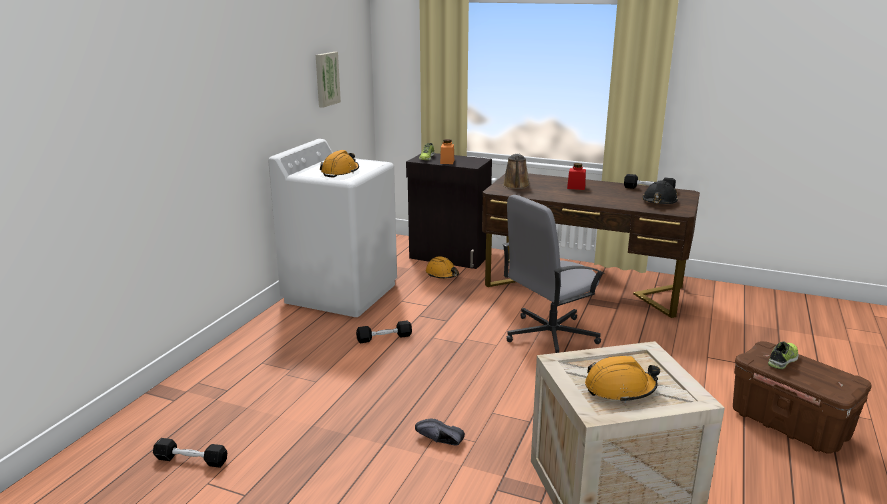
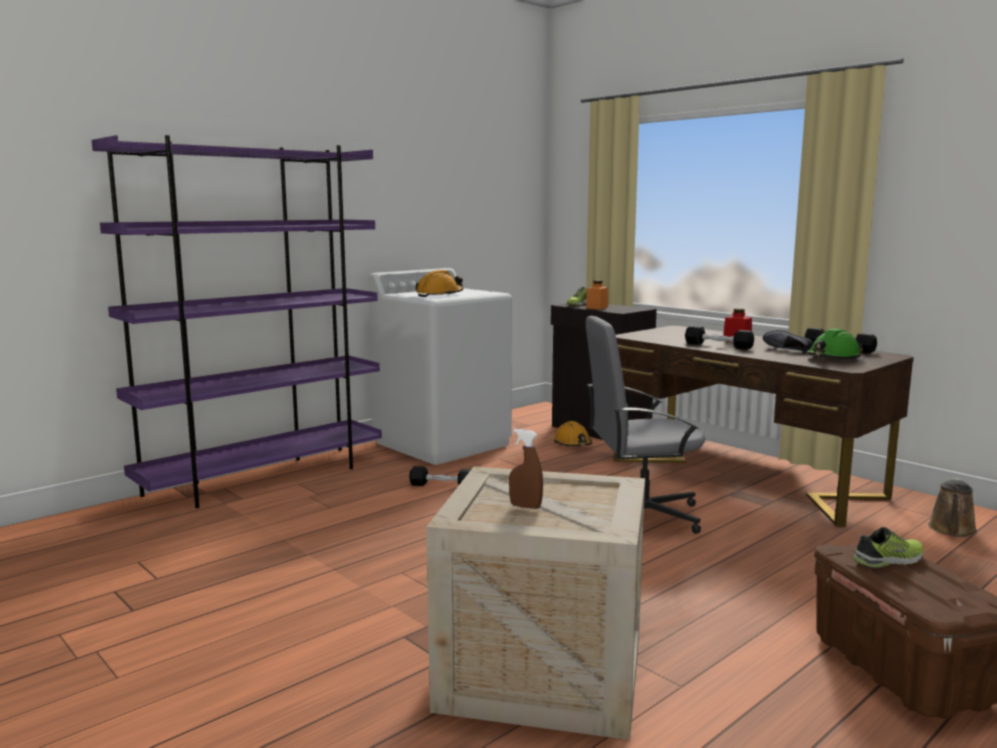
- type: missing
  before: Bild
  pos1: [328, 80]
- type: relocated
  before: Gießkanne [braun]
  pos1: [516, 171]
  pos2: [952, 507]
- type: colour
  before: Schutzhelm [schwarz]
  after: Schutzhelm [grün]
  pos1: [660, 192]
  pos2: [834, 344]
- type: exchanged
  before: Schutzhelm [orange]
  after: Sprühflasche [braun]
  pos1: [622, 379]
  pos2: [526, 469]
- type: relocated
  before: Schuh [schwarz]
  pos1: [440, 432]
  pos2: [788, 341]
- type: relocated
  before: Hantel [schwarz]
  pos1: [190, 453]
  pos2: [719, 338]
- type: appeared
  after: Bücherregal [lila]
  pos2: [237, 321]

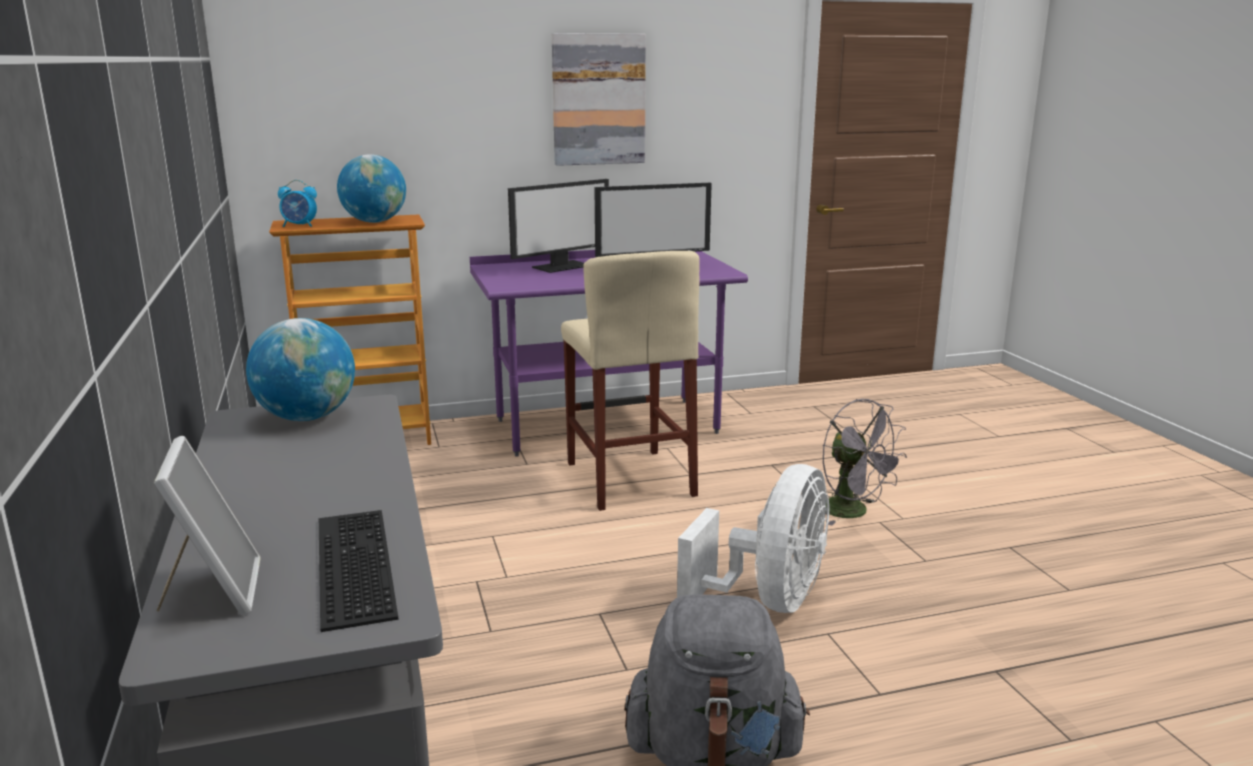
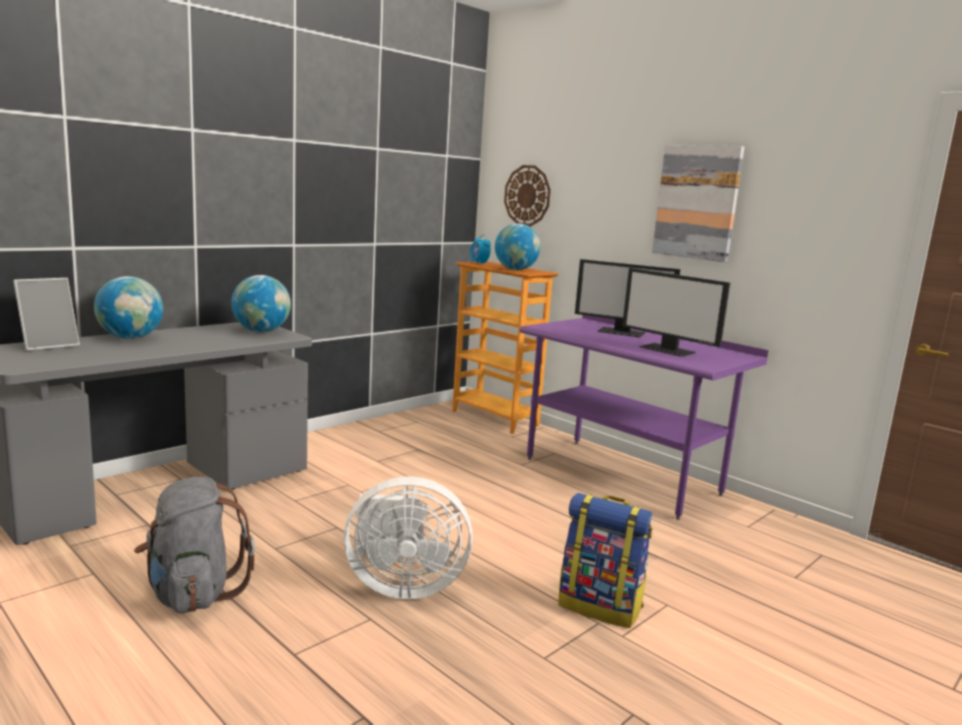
- type: missing
  before: Hocker [beige]
  pos1: [630, 381]
- type: exchanged
  before: Ventilator [grau]
  after: Rucksack
  pos1: [865, 462]
  pos2: [605, 560]
- type: missing
  before: Tastatur
  pos1: [359, 571]
- type: appeared
  after: Wanduhr
  pos2: [527, 196]
- type: appeared
  after: Globus
  pos2: [128, 307]

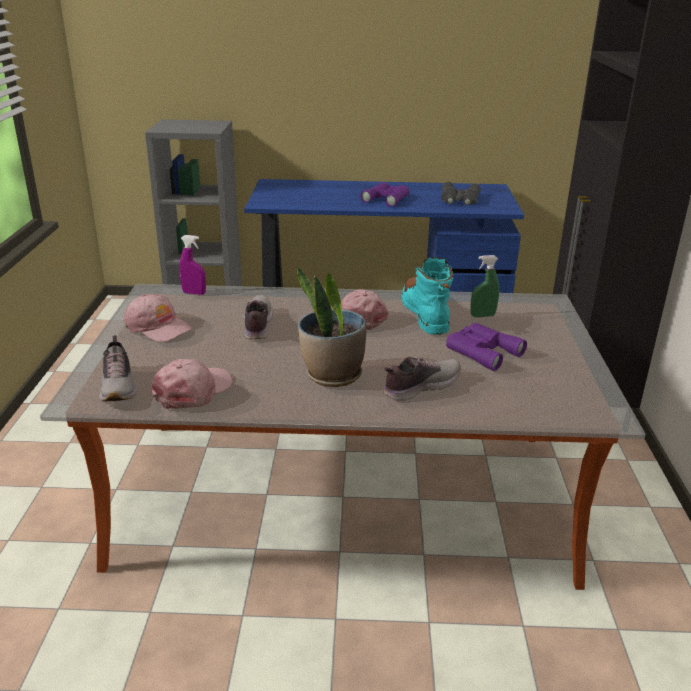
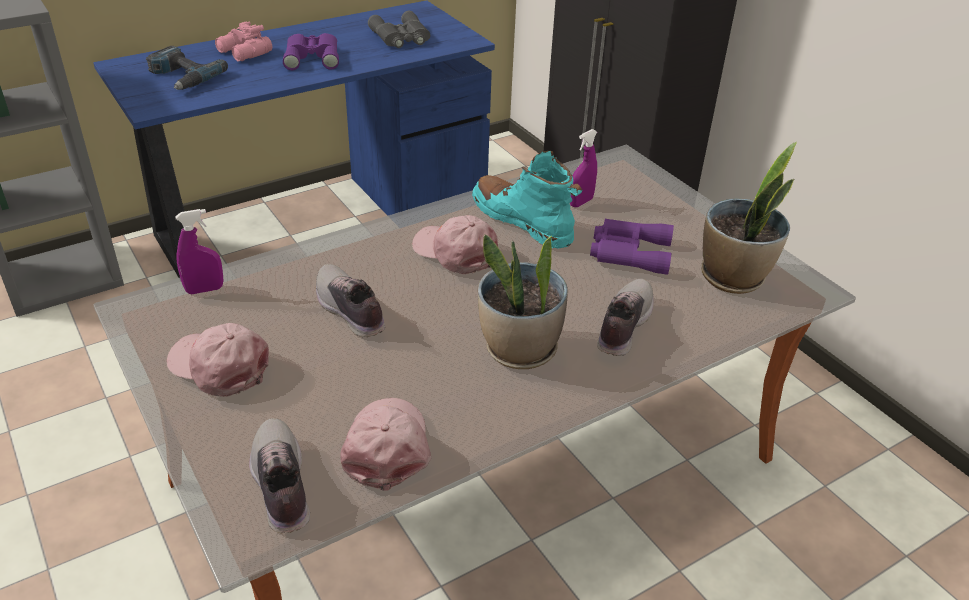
- type: colour
  before: Sprühflasche [grün]
  after: Sprühflasche [lila]
  pos1: [484, 286]
  pos2: [583, 168]
- type: spun
  before: Kappe [rosa]
  pos1: [158, 318]
  pos2: [218, 360]
  turn: -150
- type: spun
  before: Schuh
  pos1: [118, 368]
  pos2: [279, 475]
  turn: -150
- type: appeared
  after: Fernglas [rosa]
  pos2: [243, 41]
- type: appeared
  after: Bohrmaschine
  pos2: [187, 68]
- type: appeared
  after: Topfpflanze
  pos2: [749, 218]

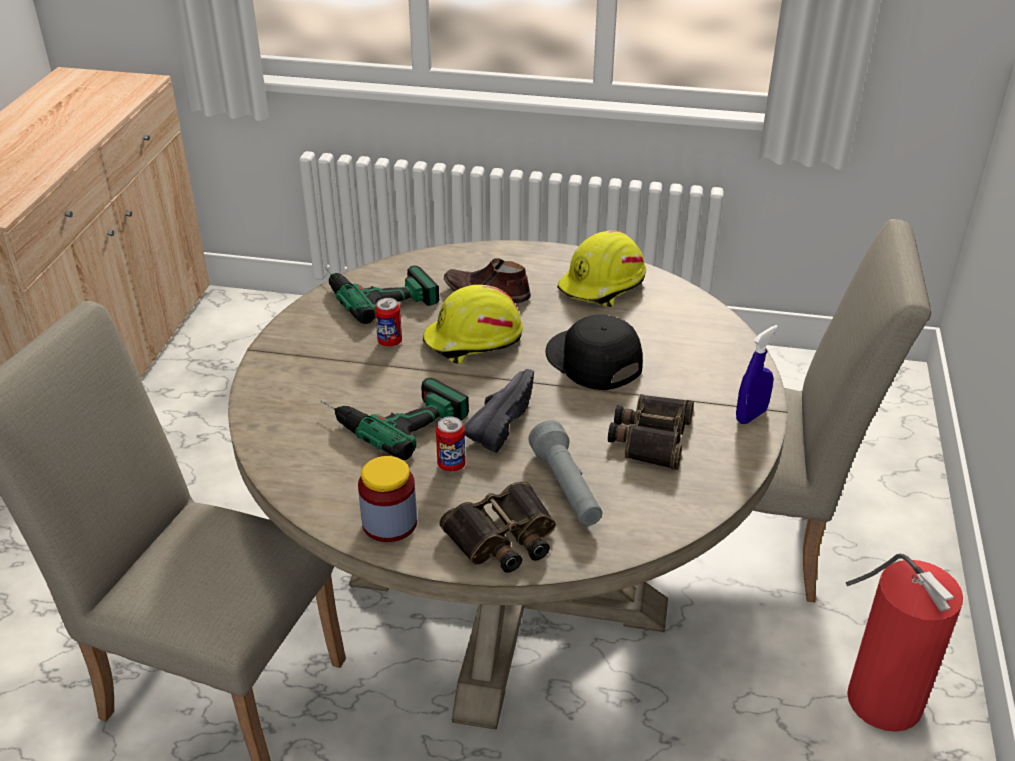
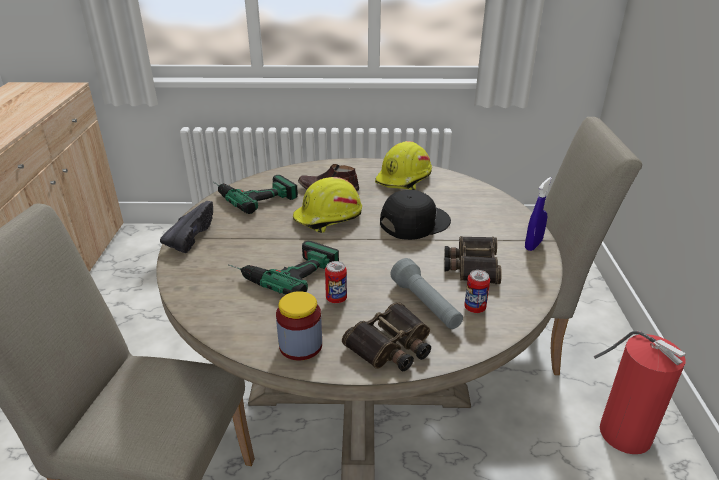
- type: relocated
  before: Dose
  pos1: [388, 322]
  pos2: [477, 291]
- type: spun
  before: Kappe [schwarz]
  pos1: [594, 352]
  pos2: [415, 215]
  turn: 105
- type: relocated
  before: Schuh [schwarz]
  pos1: [499, 411]
  pos2: [186, 227]

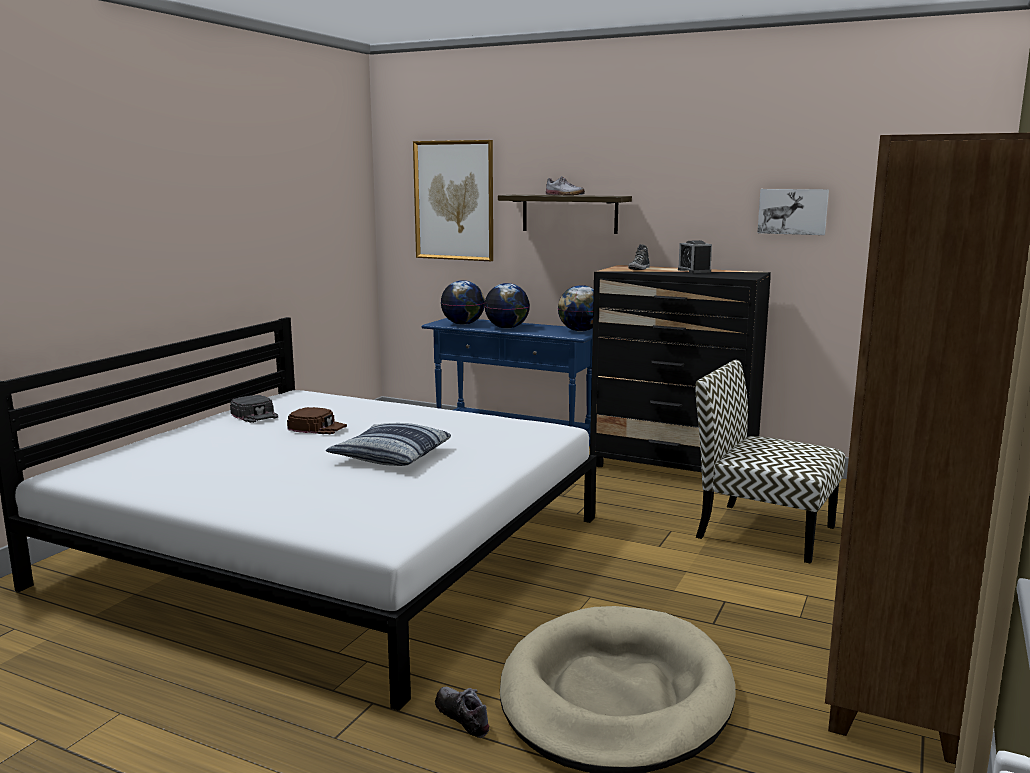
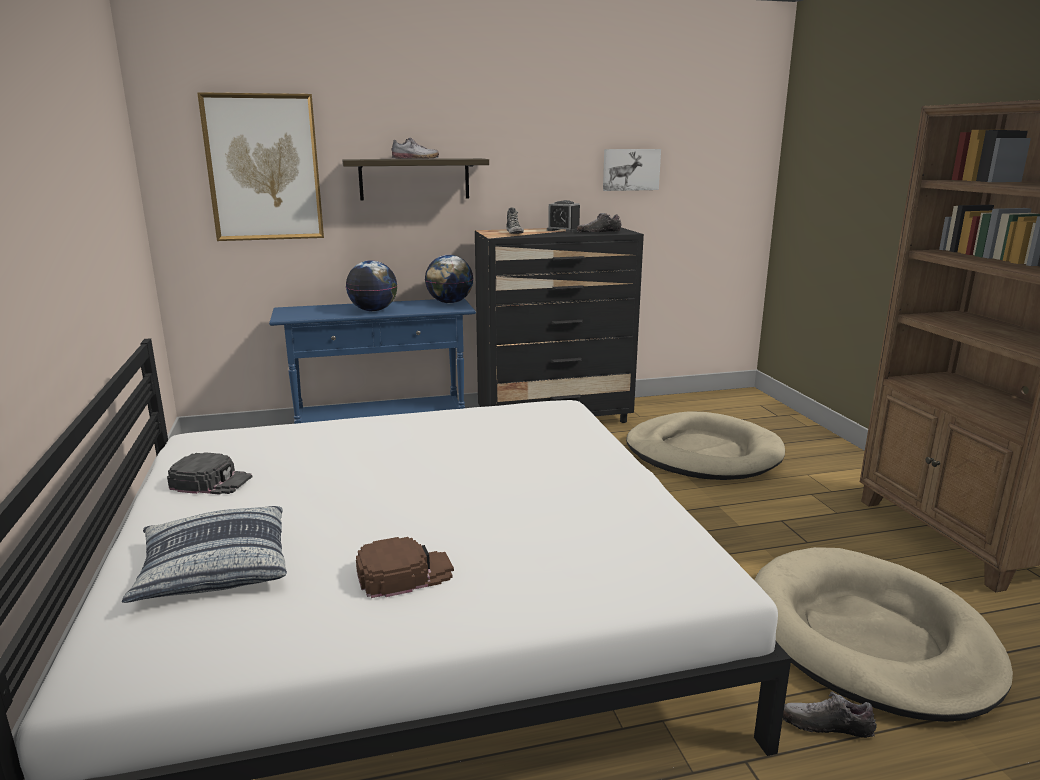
- type: missing
  before: Globus
  pos1: [463, 302]
- type: exchanged
  before: Stuhl
  after: Hundebett [beige]
  pos1: [770, 462]
  pos2: [705, 445]
- type: relocated
  before: Kappe [braun]
  pos1: [317, 420]
  pos2: [405, 567]
- type: relocated
  before: Kissen
  pos1: [388, 444]
  pos2: [204, 554]
- type: appeared
  after: Schuh
  pos2: [599, 222]

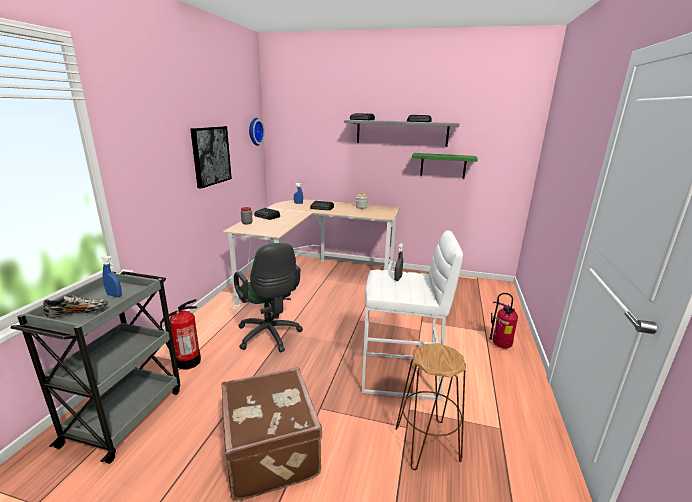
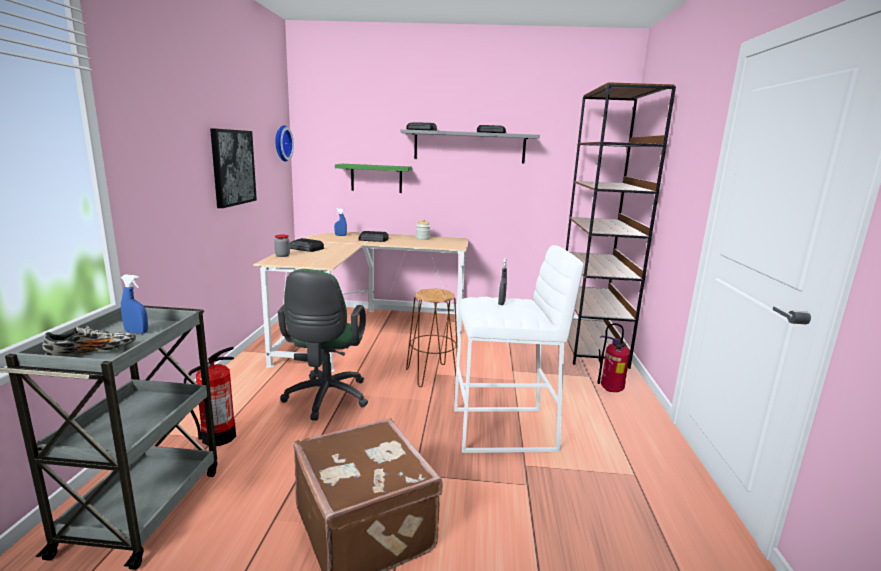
- type: relocated
  before: Wandregal [grün]
  pos1: [445, 165]
  pos2: [373, 178]
- type: spun
  before: Bürostuhl [grün]
  pos1: [268, 297]
  pos2: [323, 345]
  turn: 45
- type: relocated
  before: Hocker [braun]
  pos1: [430, 406]
  pos2: [431, 337]
- type: appeared
  after: Bücherregal [braun]
  pos2: [621, 225]

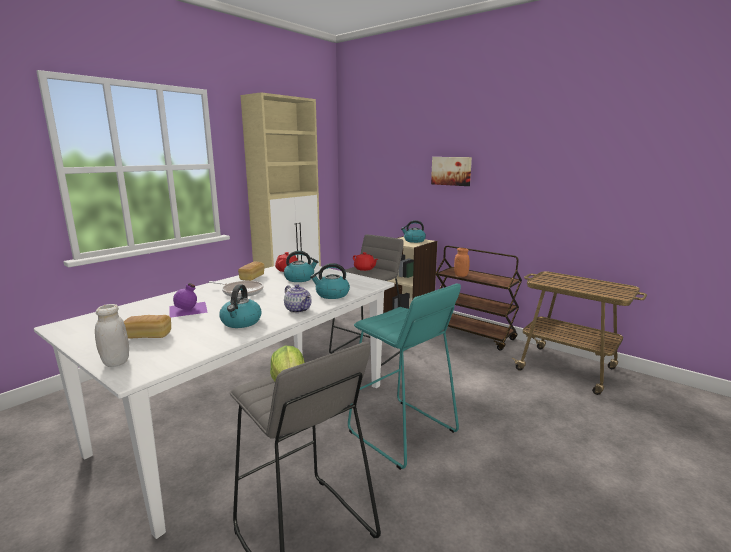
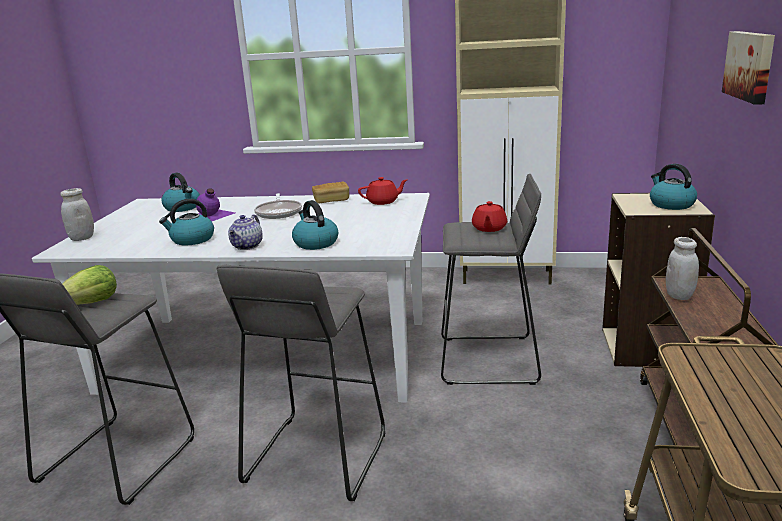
- type: colour
  before: Vorratsglas [orange]
  after: Vorratsglas [weiß]
  pos1: [462, 262]
  pos2: [682, 268]
- type: relocated
  before: Wasserkessel
  pos1: [301, 266]
  pos2: [180, 192]
- type: colour
  before: Hocker [türkis]
  after: Hocker [grau]
  pos1: [404, 377]
  pos2: [301, 382]
- type: missing
  before: Brot
  pos1: [147, 327]

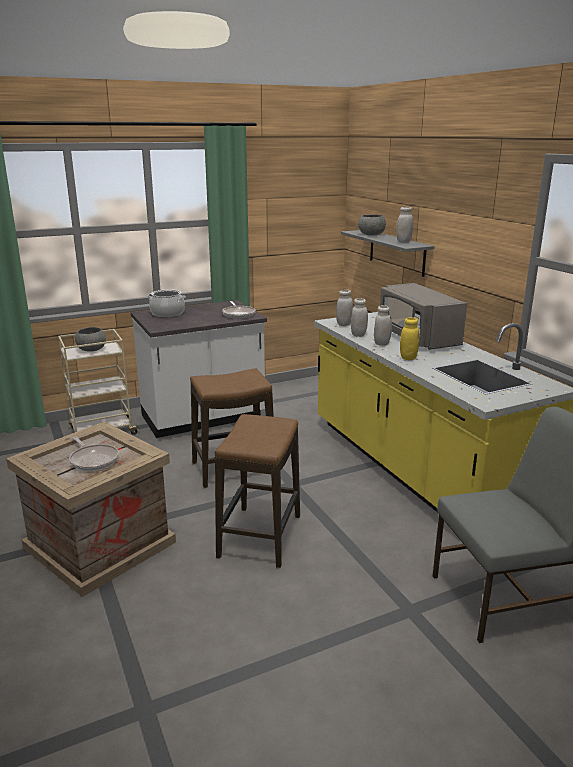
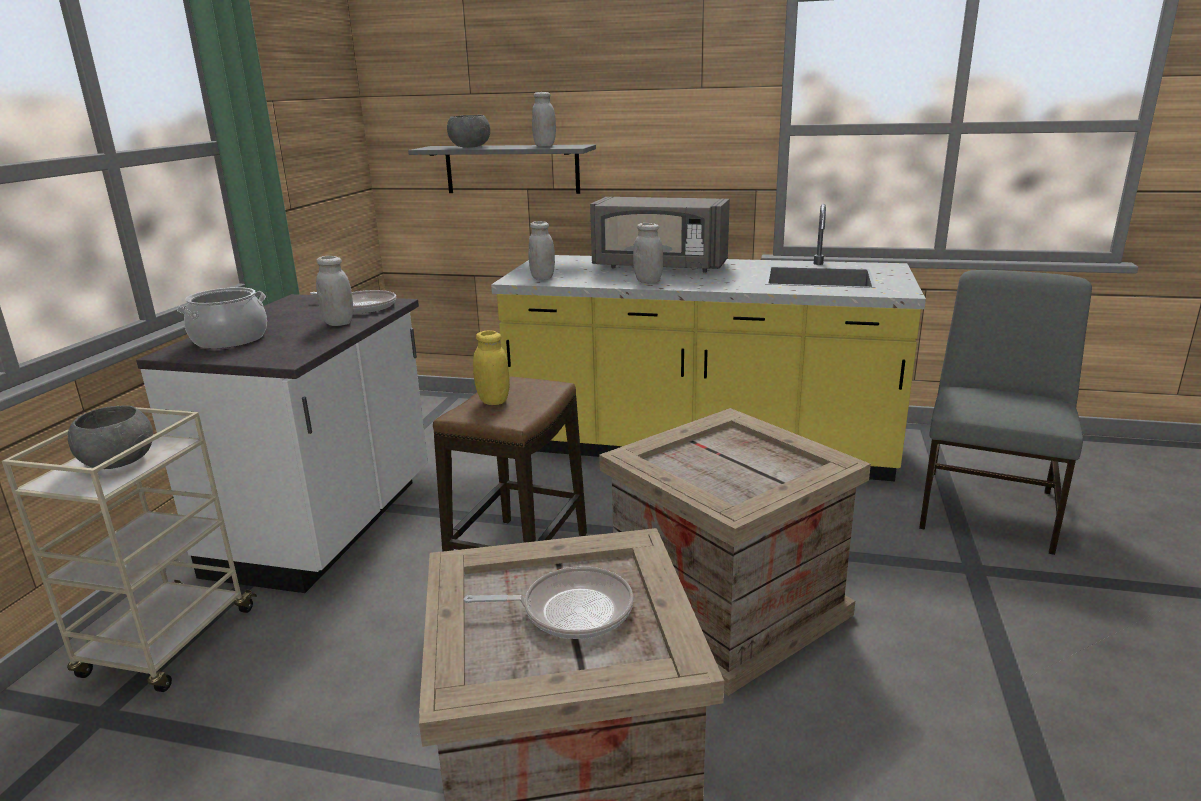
- type: relocated
  before: Vorratsglas [weiß]
  pos1: [359, 317]
  pos2: [334, 291]
- type: relocated
  before: Vorratsglas [gelb]
  pos1: [409, 338]
  pos2: [491, 368]
- type: exchanged
  before: Hocker
  after: Kiste
  pos1: [257, 491]
  pos2: [735, 552]

